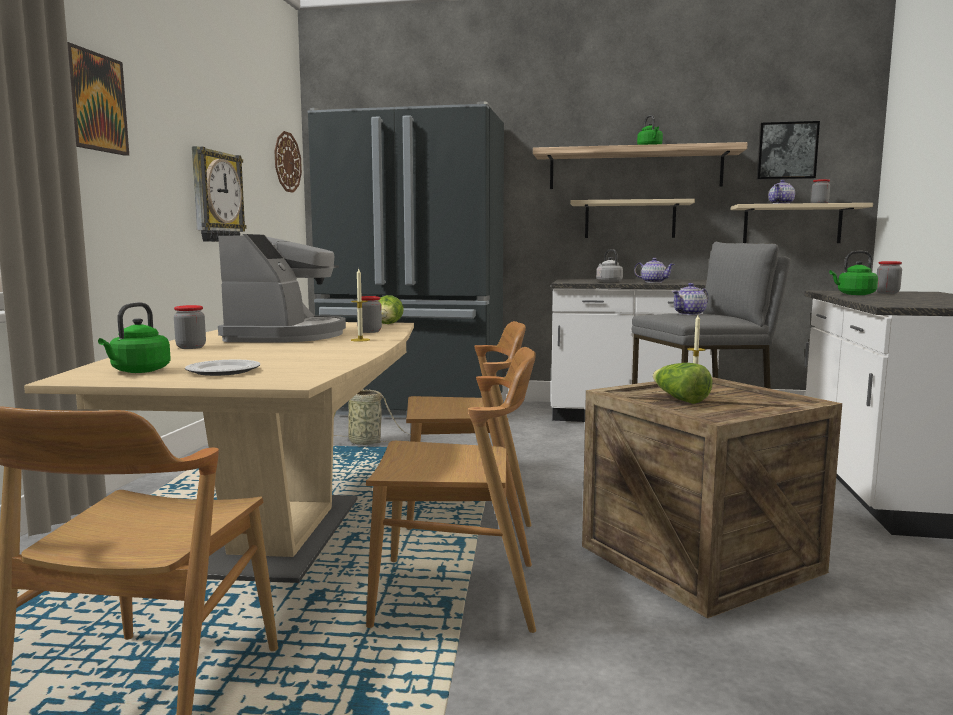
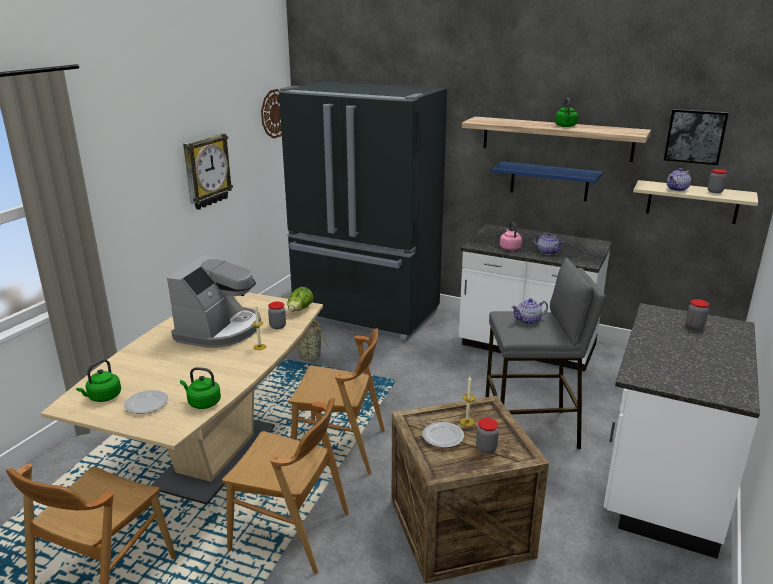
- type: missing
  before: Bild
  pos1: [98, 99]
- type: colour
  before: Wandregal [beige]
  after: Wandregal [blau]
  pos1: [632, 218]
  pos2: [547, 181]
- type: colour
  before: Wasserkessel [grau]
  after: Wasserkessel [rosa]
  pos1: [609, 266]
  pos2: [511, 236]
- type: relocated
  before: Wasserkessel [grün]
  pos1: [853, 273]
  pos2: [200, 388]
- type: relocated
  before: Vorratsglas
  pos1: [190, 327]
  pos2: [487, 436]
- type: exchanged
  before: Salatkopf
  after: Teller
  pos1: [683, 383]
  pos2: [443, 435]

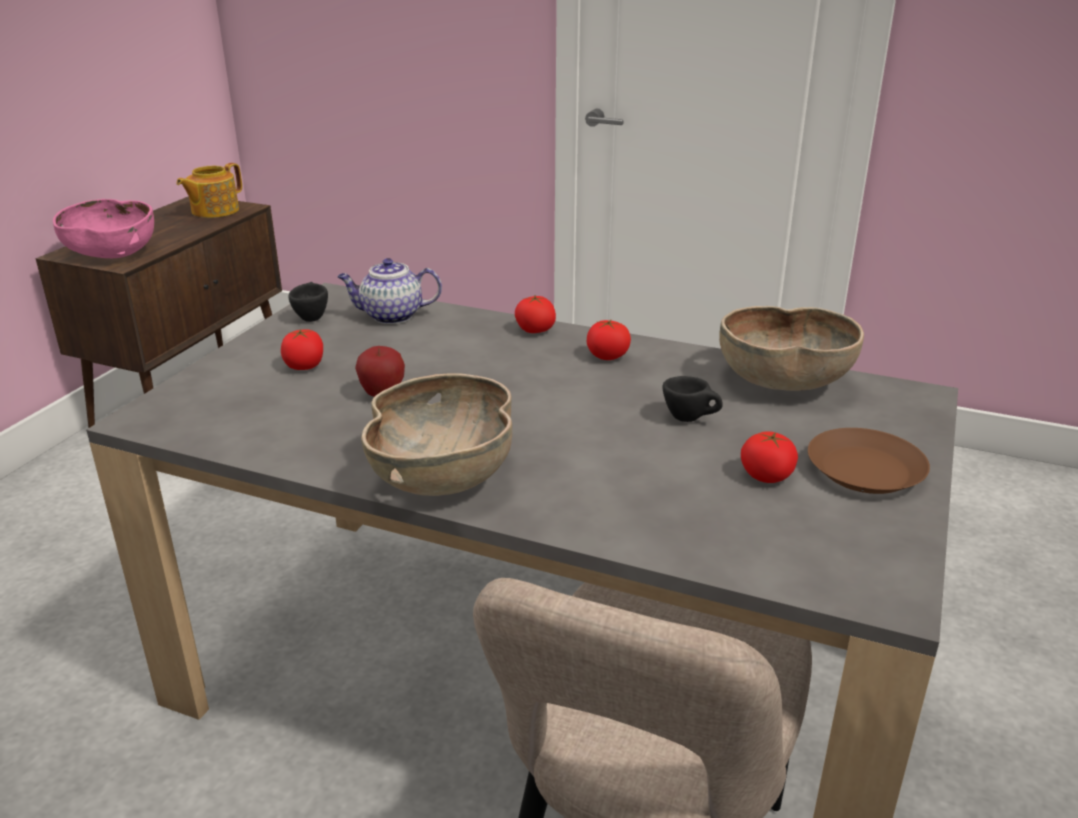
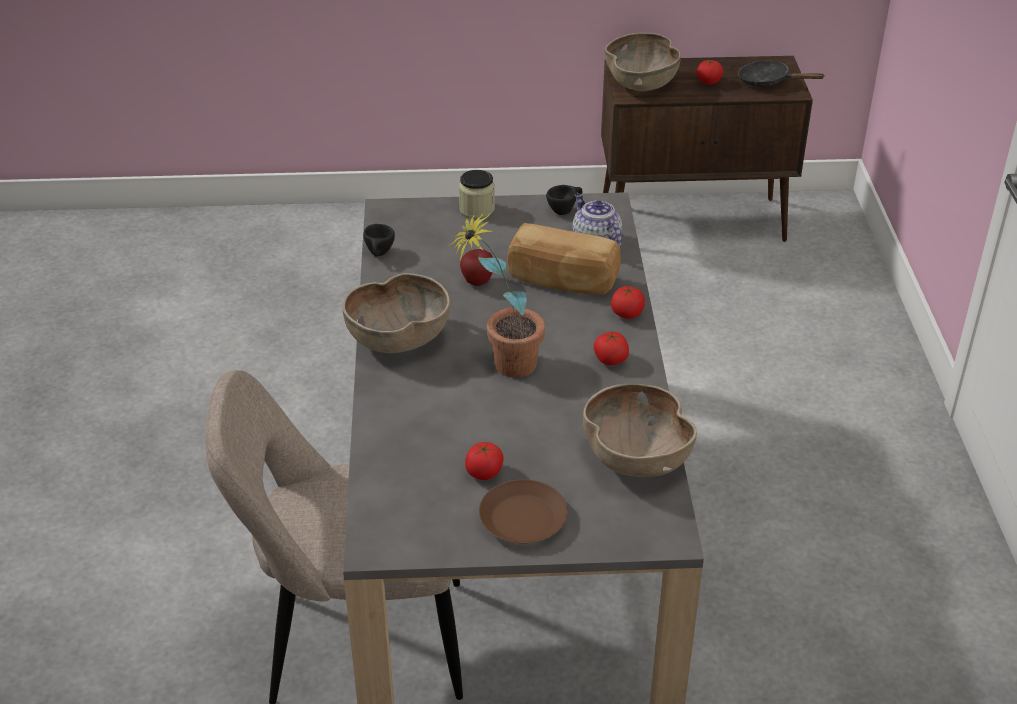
- type: exchanged
  before: Teekanne
  after: Pfanne [schwarz]
  pos1: [209, 190]
  pos2: [781, 73]
- type: colour
  before: Schüssel [rosa]
  after: Schüssel [braun]
  pos1: [103, 228]
  pos2: [643, 62]
- type: relocated
  before: Tomate
  pos1: [302, 349]
  pos2: [709, 72]
- type: relocated
  before: Tasse [schwarz]
  pos1: [692, 399]
  pos2: [379, 240]
- type: appeared
  after: Vorratsglas
  pos2: [477, 194]
- type: appeared
  after: Topfpflanze
  pos2: [497, 295]
- type: appeared
  after: Brot
  pos2: [564, 259]

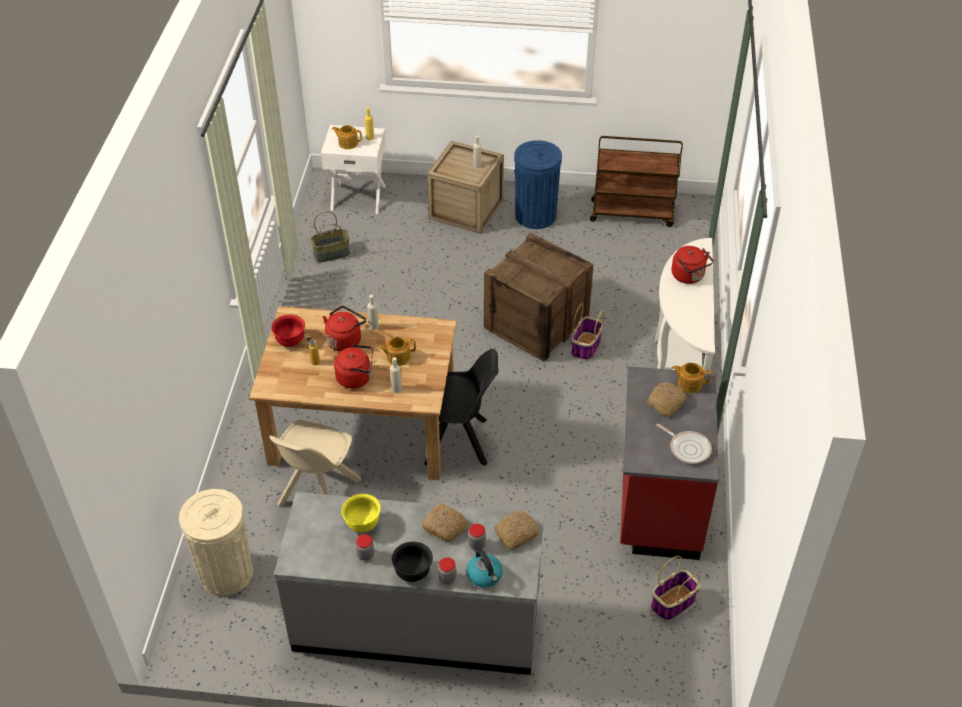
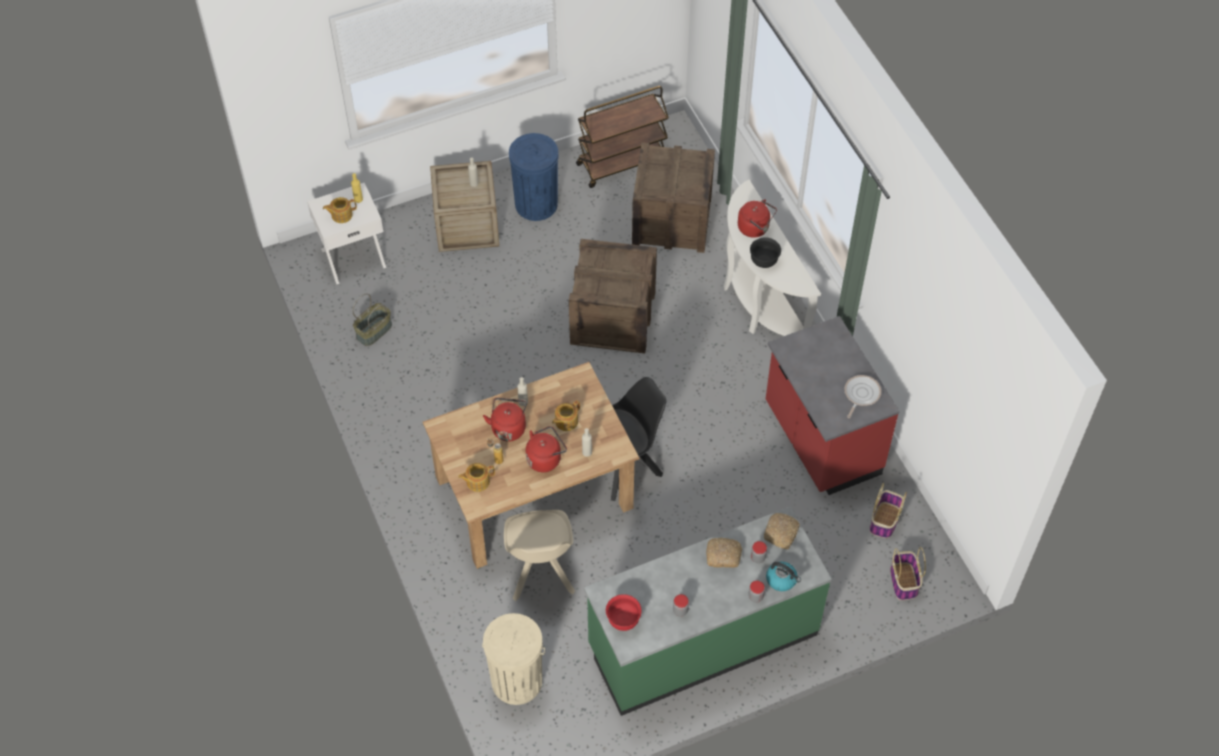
- type: relocated
  before: Korb
  pos1: [587, 331]
  pos2: [908, 573]
- type: relocated
  before: Schüssel [rot]
  pos1: [288, 331]
  pos2: [623, 612]
- type: relocated
  before: Teekanne
  pos1: [691, 378]
  pos2: [476, 477]
- type: missing
  before: Brot
  pos1: [667, 399]
- type: spun
  before: Pfanne
  pos1: [684, 444]
  pos2: [862, 396]
  turn: -75
- type: colour
  before: Küchenzeile [grau]
  after: Küchenzeile [grün]
  pos1: [409, 583]
  pos2: [708, 611]
- type: missing
  before: Schüssel [gelb]
  pos1: [361, 513]
- type: relocated
  before: Schüssel [schwarz]
  pos1: [412, 562]
  pos2: [765, 252]
- type: appeared
  after: Kiste
  pos2: [673, 197]

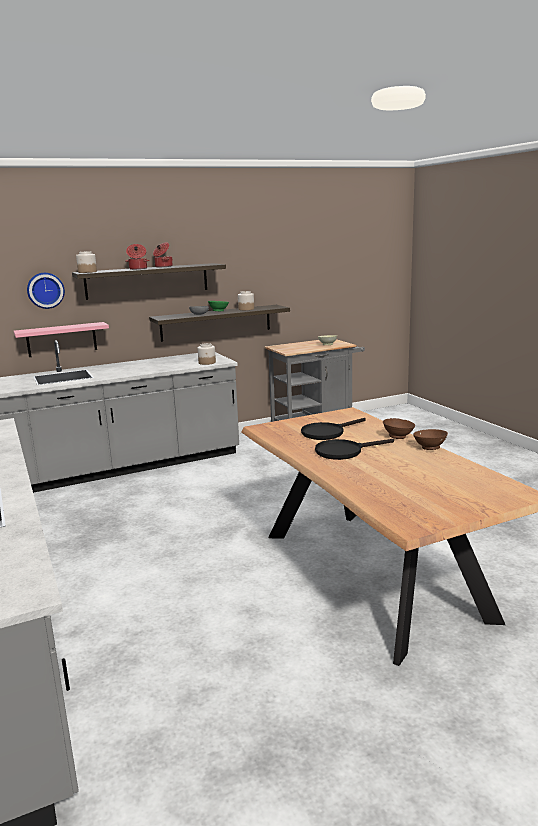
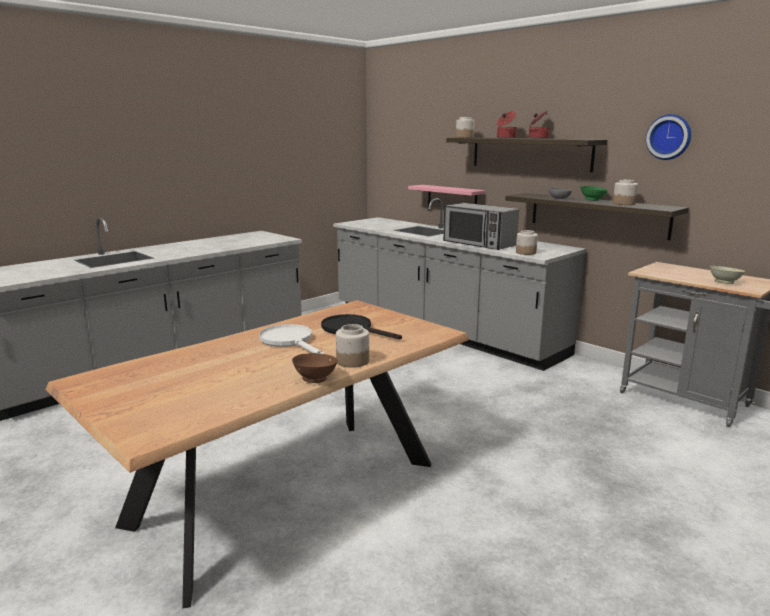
- type: relocated
  before: Wanduhr
  pos1: [46, 291]
  pos2: [668, 137]
- type: exchanged
  before: Schüssel [braun]
  after: Vorratsglas
  pos1: [399, 428]
  pos2: [352, 346]
- type: colour
  before: Pfanne [schwarz]
  after: Pfanne [weiß]
  pos1: [354, 449]
  pos2: [292, 339]
- type: appeared
  after: Mikrowelle
  pos2: [481, 226]

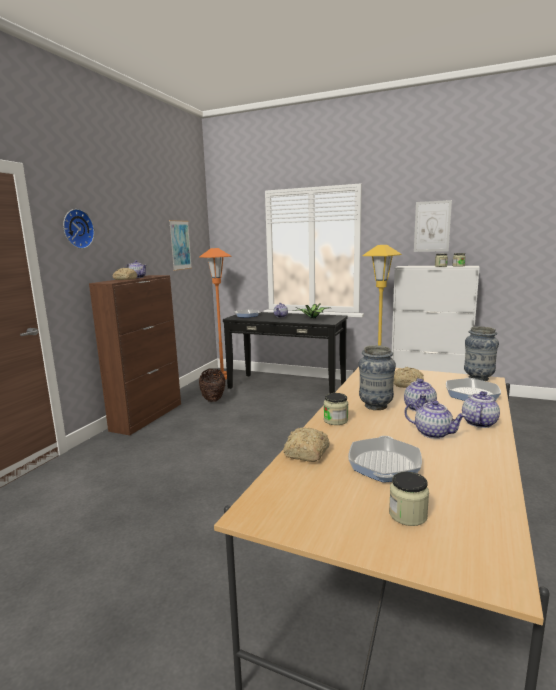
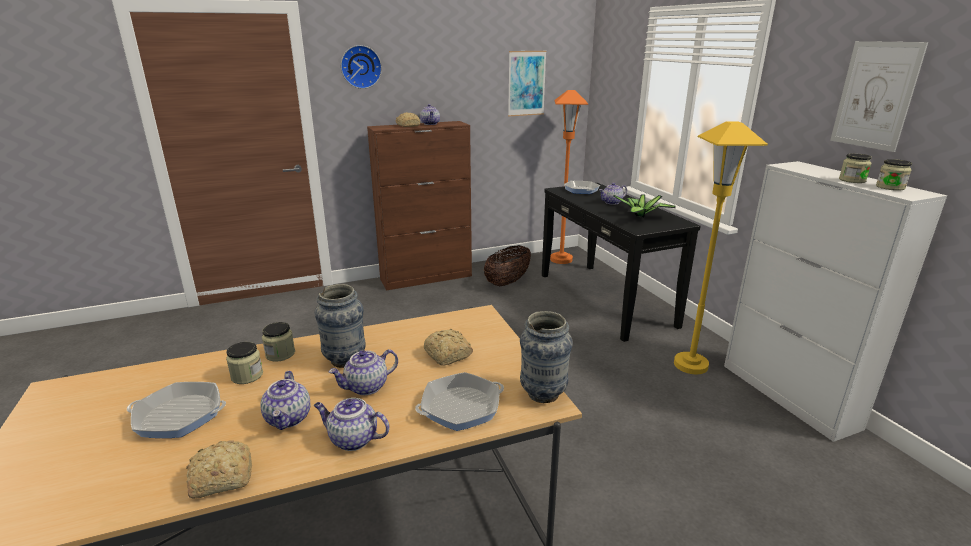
- type: spun
  before: Teekanne
  pos1: [481, 409]
  pos2: [351, 424]
  turn: -150
- type: relocated
  before: Brot
  pos1: [306, 444]
  pos2: [219, 469]
- type: spun
  before: Pfanne
  pos1: [385, 459]
  pos2: [176, 410]
  turn: -150
- type: relocated
  before: Vorratsglas
  pos1: [409, 499]
  pos2: [244, 363]

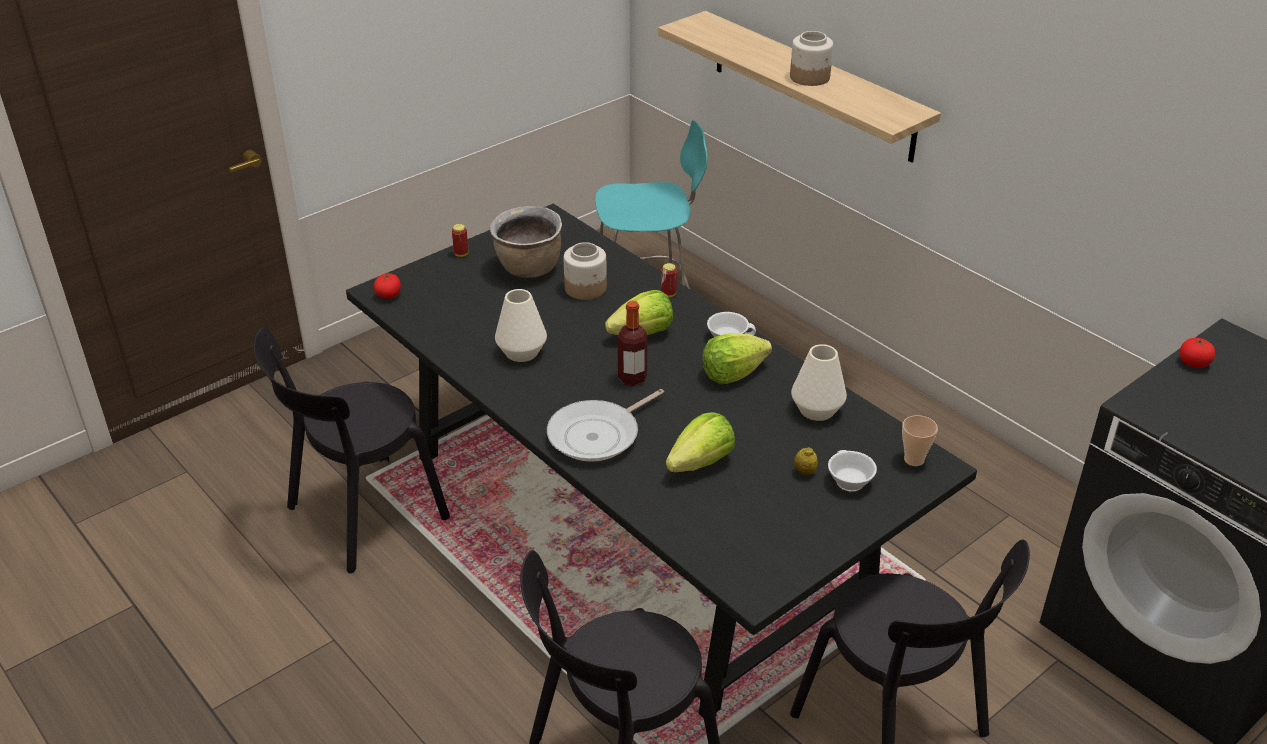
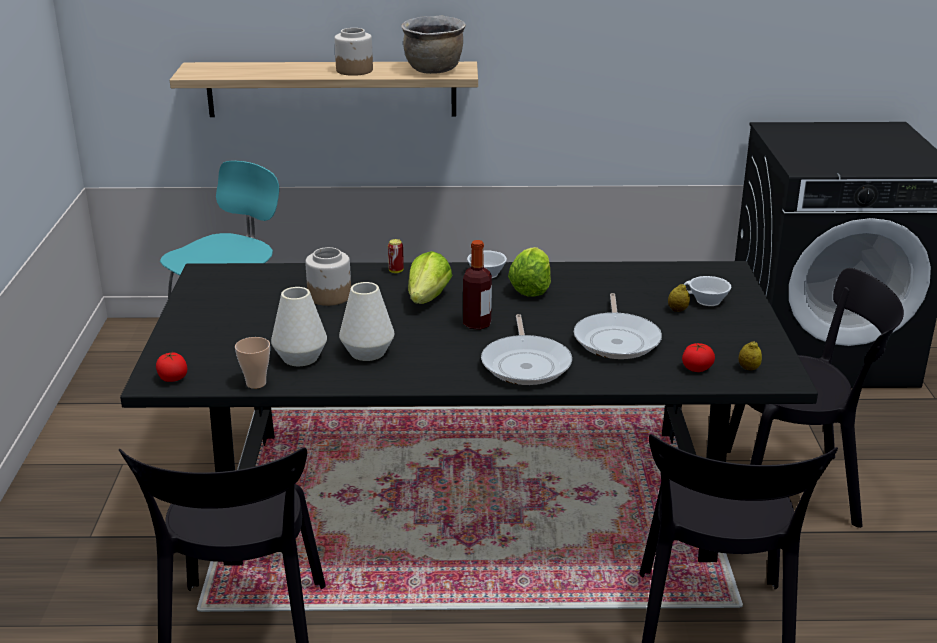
- type: relocated
  before: Kochtopf [braun]
  pos1: [526, 242]
  pos2: [433, 44]
- type: missing
  before: Dose
  pos1: [460, 240]
- type: relocated
  before: Tomate
  pos1: [1197, 353]
  pos2: [698, 357]
- type: relocated
  before: Vase [weiß]
  pos1: [819, 382]
  pos2: [299, 326]
- type: exchanged
  before: Salatkopf
  after: Pfanne
  pos1: [700, 442]
  pos2: [618, 326]
- type: relocated
  before: Tasse
  pos1: [920, 440]
  pos2: [252, 363]
- type: appeared
  after: Zitrone
  pos2: [750, 355]

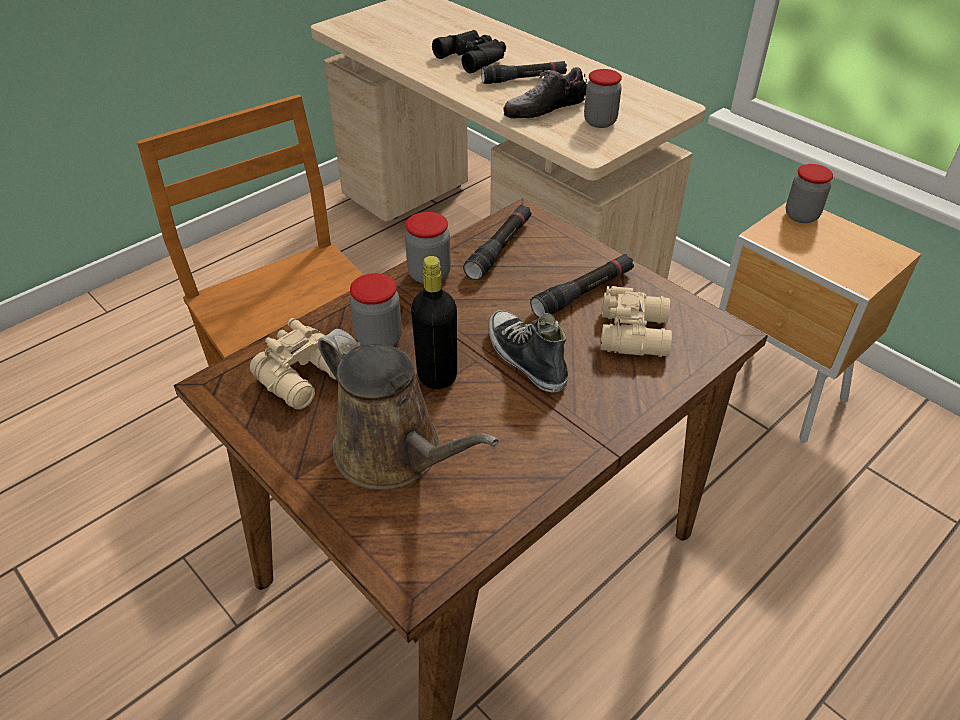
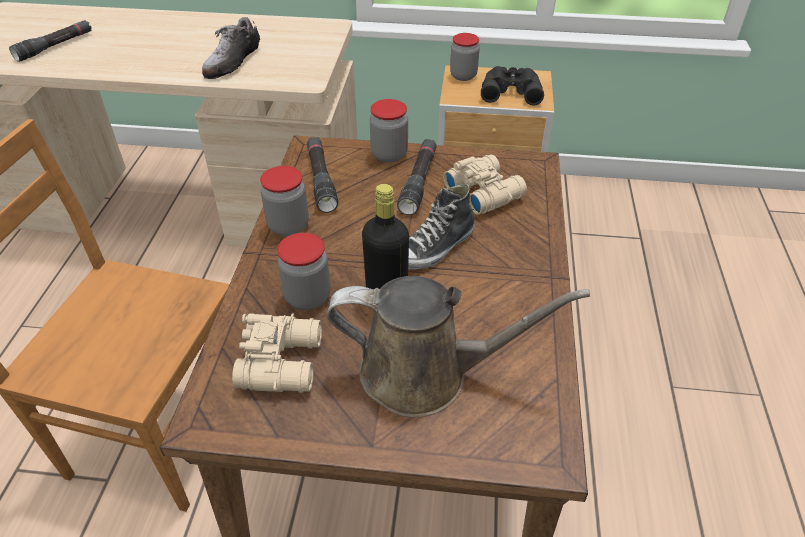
- type: relocated
  before: Fernglas [schwarz]
  pos1: [469, 51]
  pos2: [512, 85]
- type: relocated
  before: Taschenlampe [schwarz]
  pos1: [524, 72]
  pos2: [50, 41]
- type: relocated
  before: Vorratsglas
  pos1: [603, 98]
  pos2: [389, 131]
- type: spun
  before: Schuh
  pos1: [528, 351]
  pos2: [441, 226]
  turn: -60

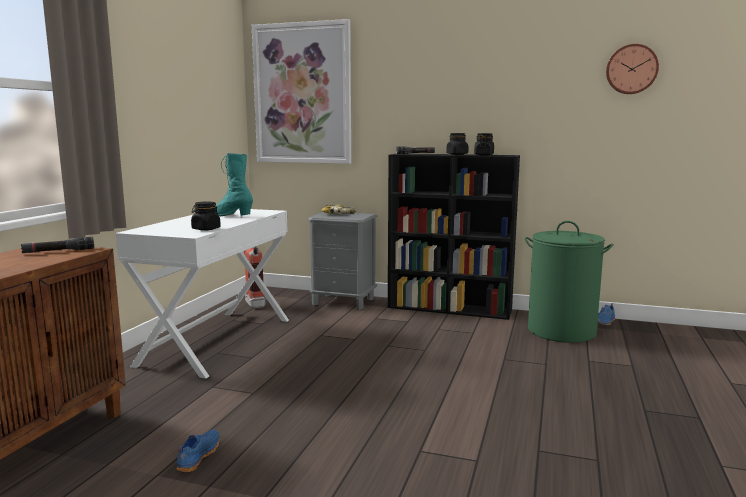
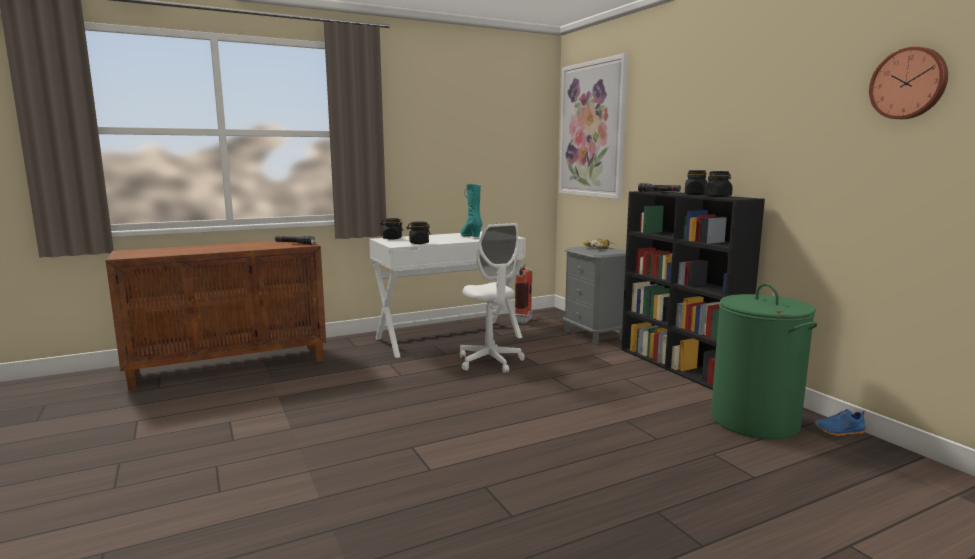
- type: missing
  before: Schuh [blau]
  pos1: [198, 451]
- type: appeared
  after: Vorratsglas [schwarz]
  pos2: [392, 229]
- type: appeared
  after: Bürostuhl [weiß]
  pos2: [492, 298]

